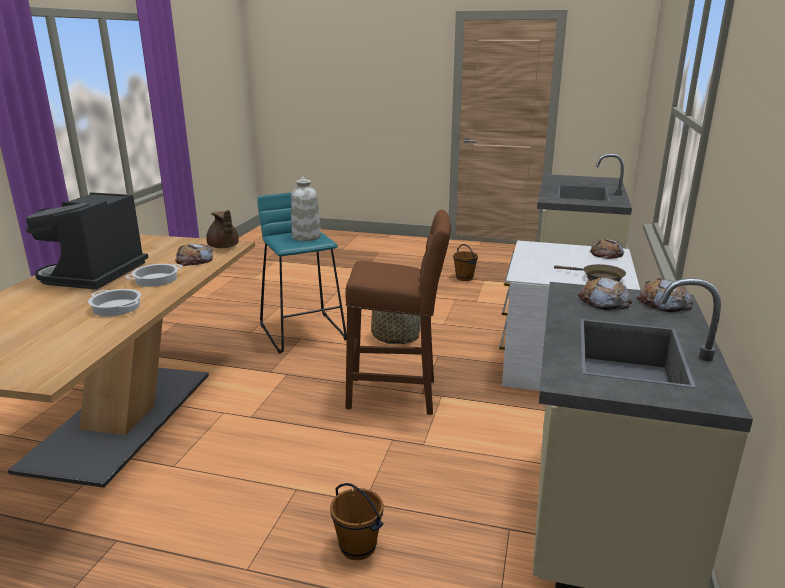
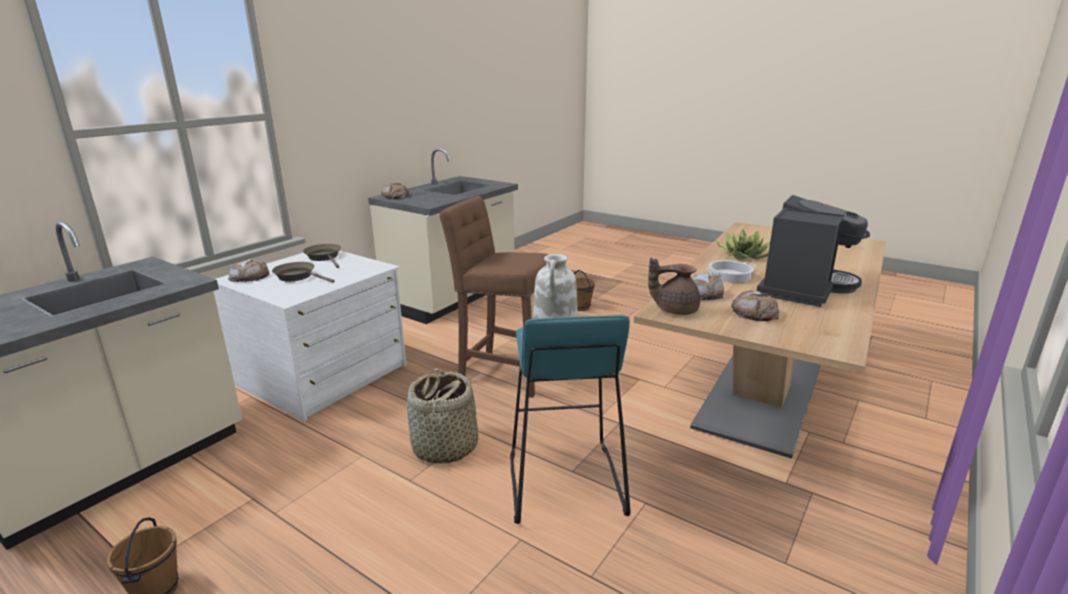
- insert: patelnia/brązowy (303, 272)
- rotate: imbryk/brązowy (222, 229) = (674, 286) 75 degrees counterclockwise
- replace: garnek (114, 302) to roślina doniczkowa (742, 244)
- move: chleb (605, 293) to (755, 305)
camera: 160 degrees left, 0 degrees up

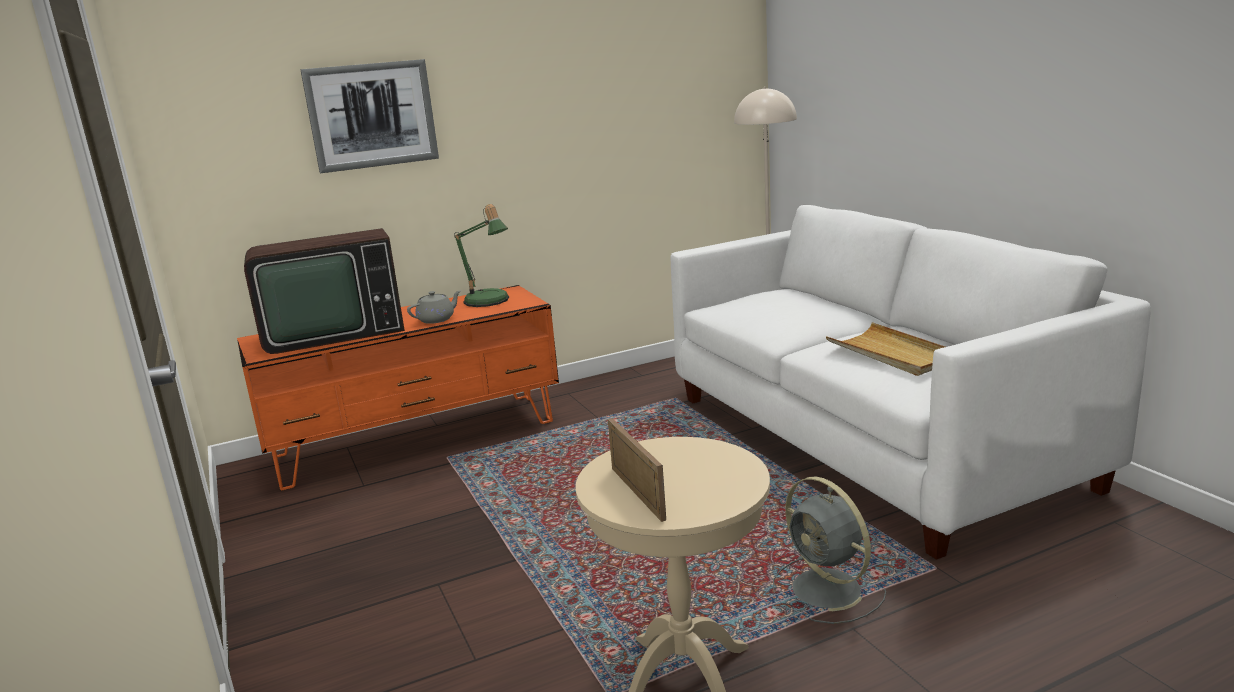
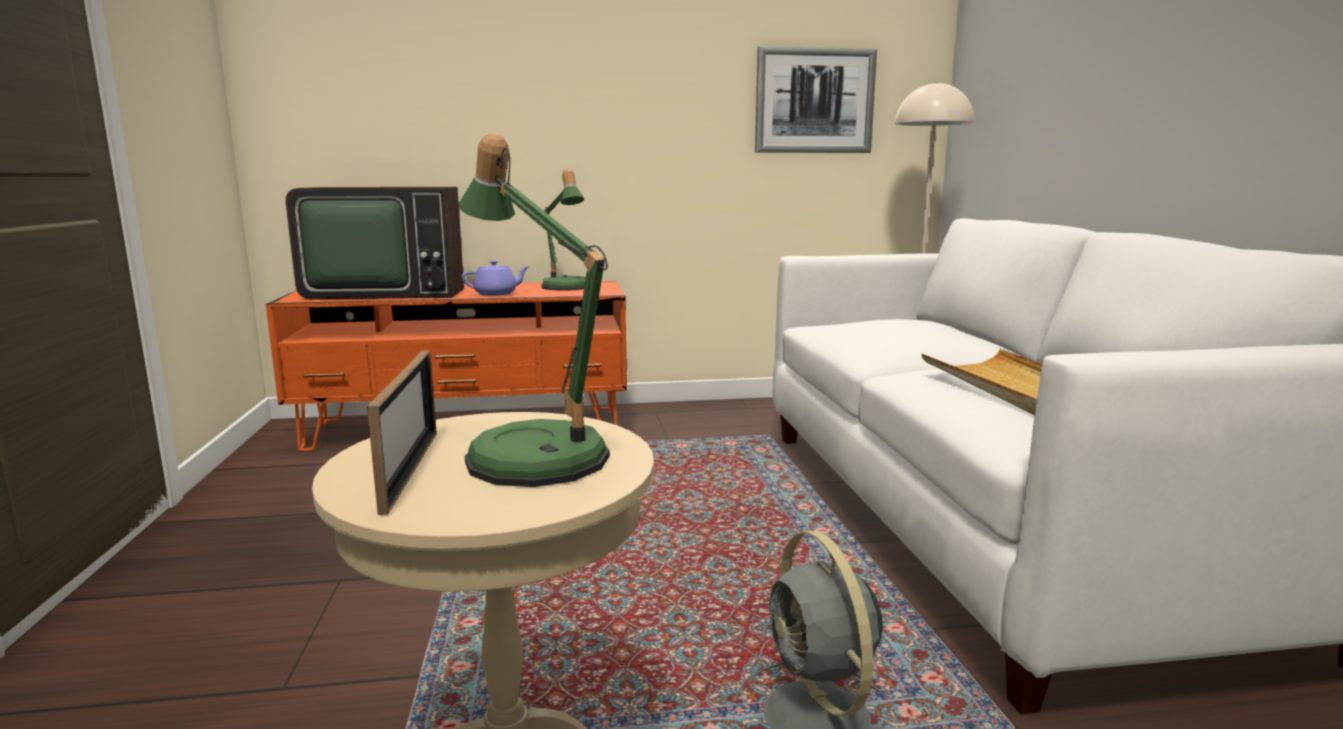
- insert: lampa stołowa (534, 310)
- recolor: imbryk/szary (434, 307) to imbryk/fioletowy (495, 278)
- move: obraz (369, 116) to (816, 99)
camera: 15 degrees right, 5 degrees down

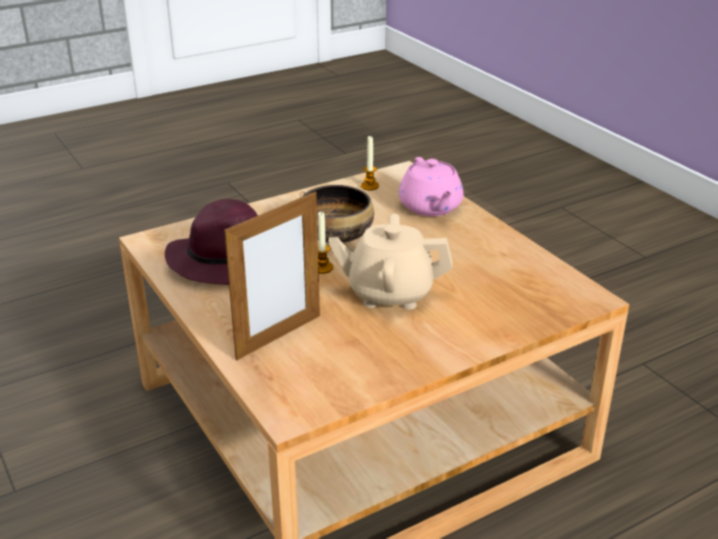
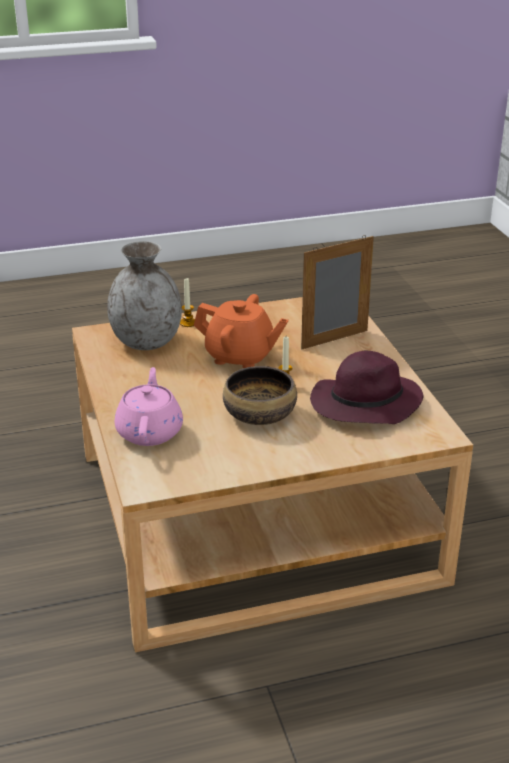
- insert: wazon/szary (144, 295)
- move: świeca (370, 163) to (187, 302)
- recolor: imbryk/beżowy (391, 261) to imbryk/pomarańczowy (241, 331)
camera: 165 degrees left, 0 degrees up

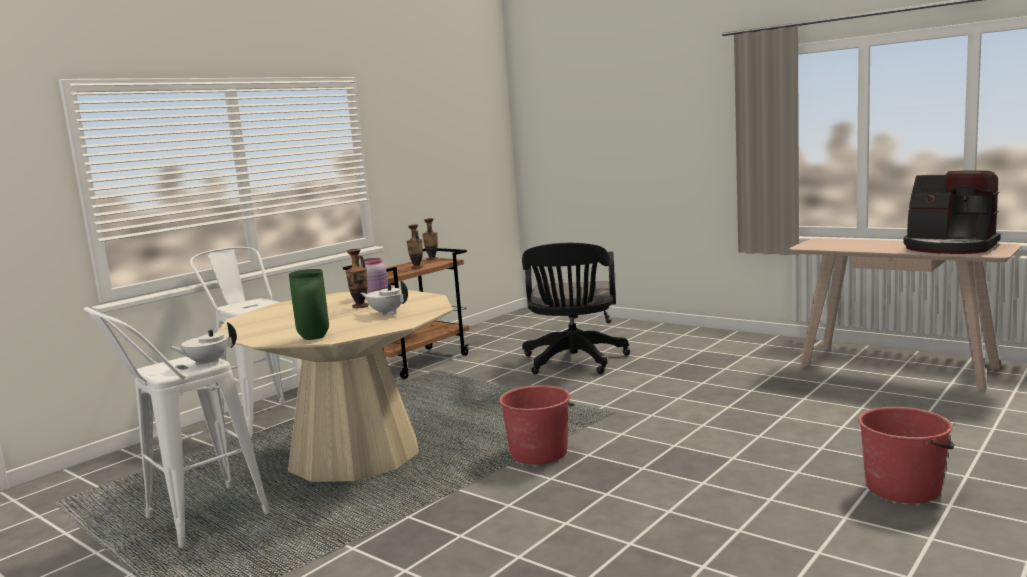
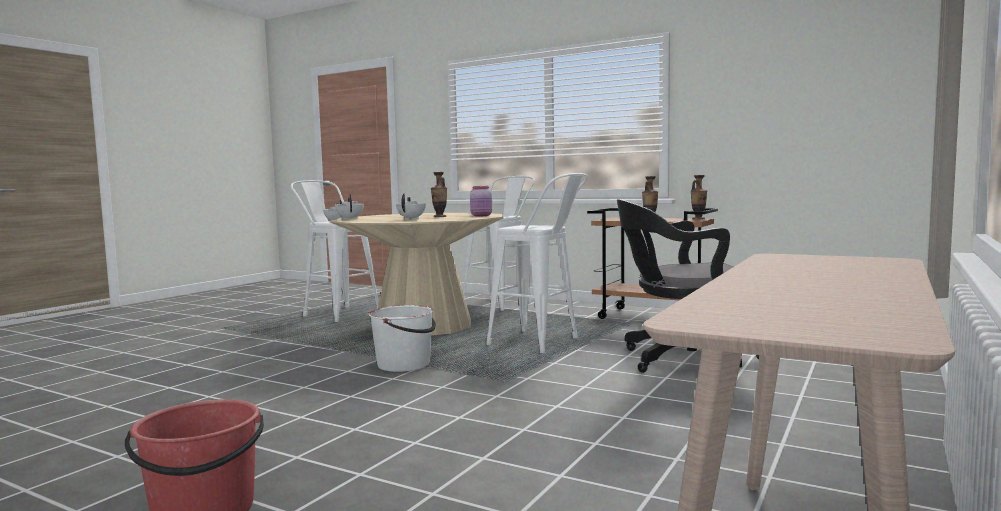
- replace: wazon/zielony (309, 304) to imbryk/biały (349, 206)
- recolor: wiadro/czerwony (536, 425) to wiadro/biały (402, 338)
- insert: stołek/biały (537, 263)
- delete: ekspres do kawy (952, 212)
camera: 80 degrees right, 5 degrees down

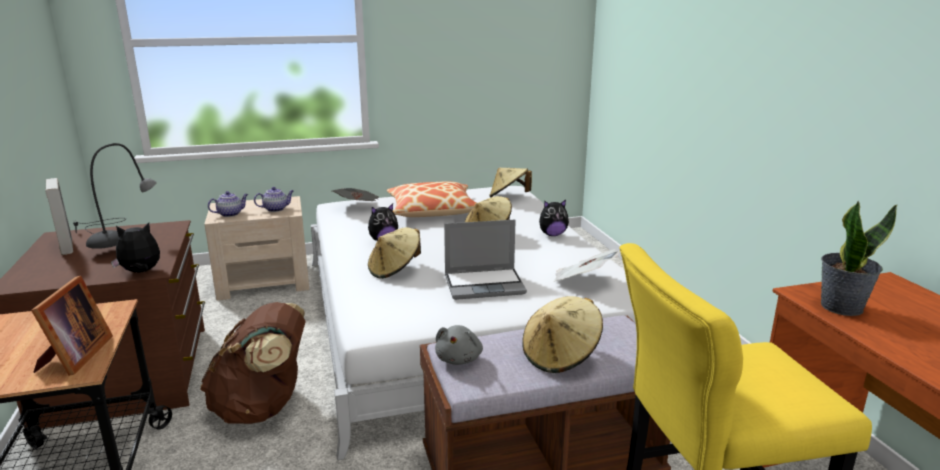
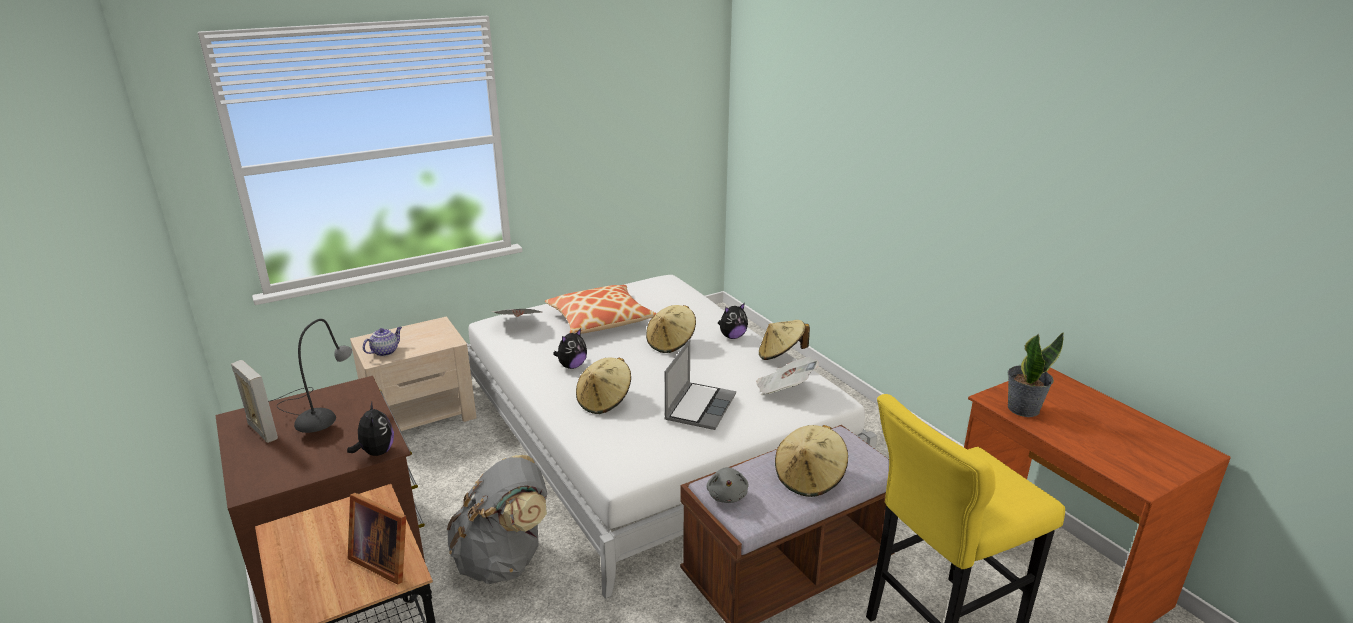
- rotate: pluszak (135, 248) = (370, 429) 105 degrees clockwise
- rotate: ramka na zdjęcie (72, 325) = (377, 538) 135 degrees clockwise
- recolor: plecak/brązowy (253, 363) to plecak/szary (497, 519)
- rotate: laptop (485, 260) = (700, 384) 45 degrees counterclockwise
- move: kapelusz/beżowy (510, 183) to (784, 340)
- delete: imbryk (274, 199)
camera: 15 degrees left, 5 degrees up

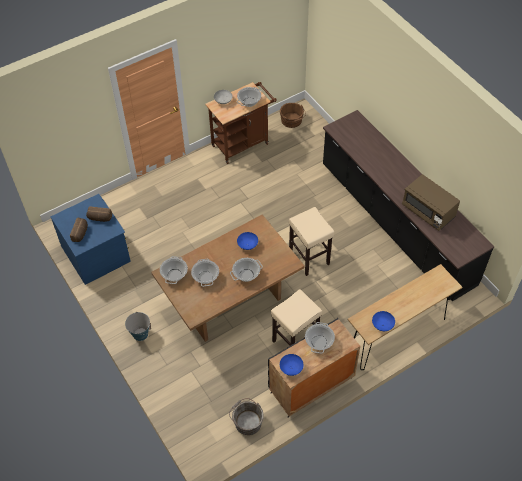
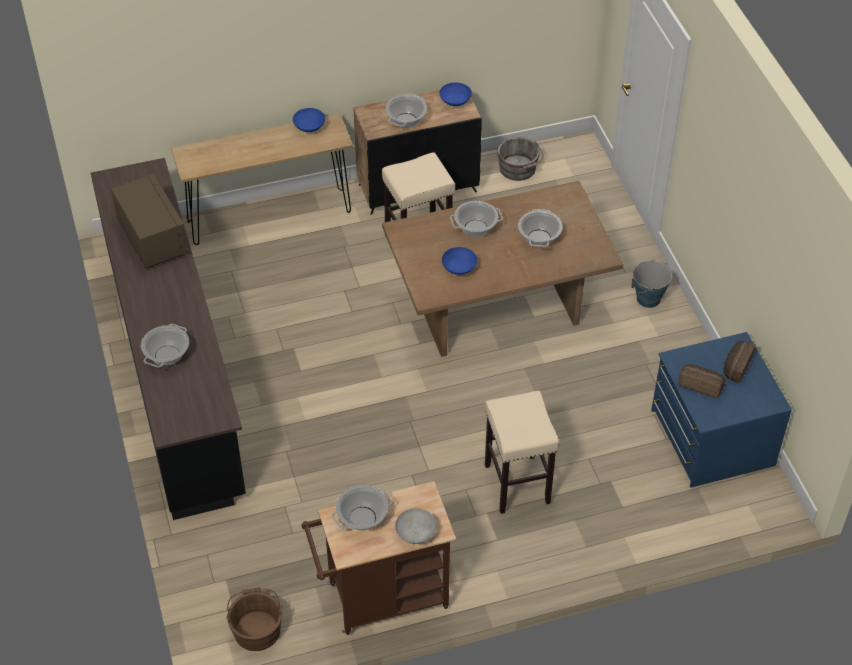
- move: garnek (174, 270) to (165, 346)
- move: stołek/beżowy (311, 241) to (522, 452)
camera: 165 degrees left, 5 degrees down

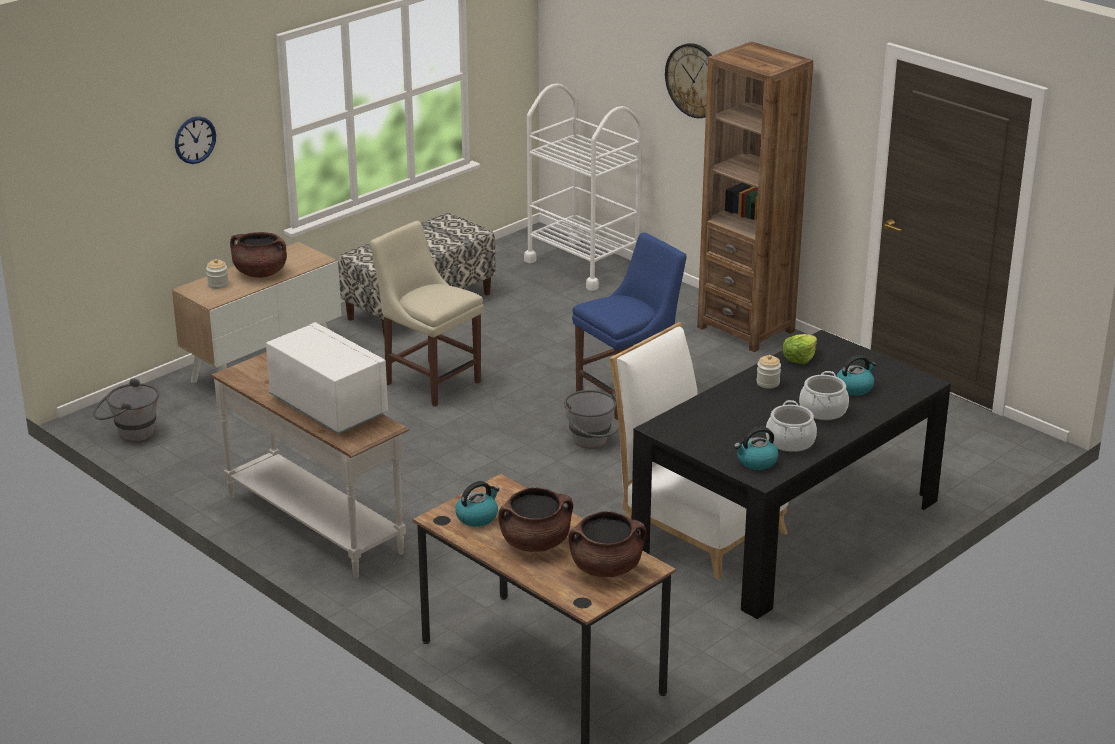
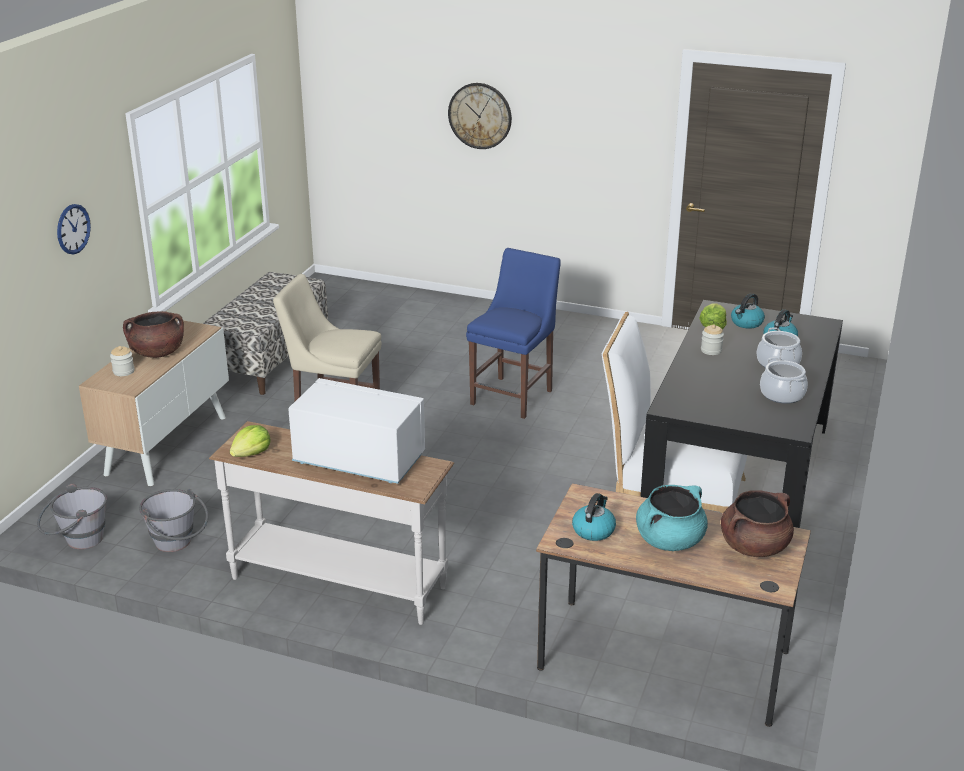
- move: wiadro/szary (591, 419) to (174, 520)
- insert: sałata (250, 441)
- recolor: garnek/brązowy (535, 519) to garnek/turkusowy (672, 518)
- move: czajnik (756, 448) to (748, 311)
- delete: wózek/biały (583, 187)
- delete: regał/brązowy (755, 196)
camera: 25 degrees left, 0 degrees up

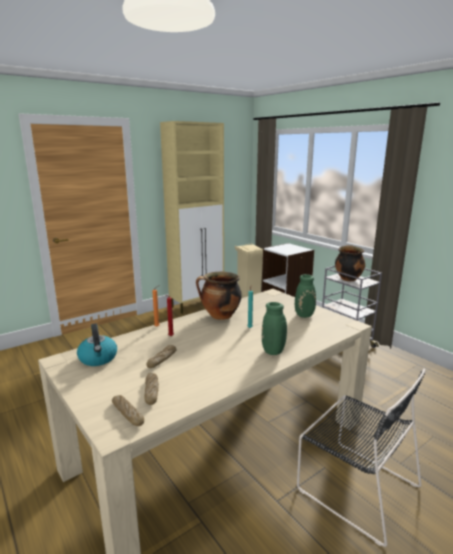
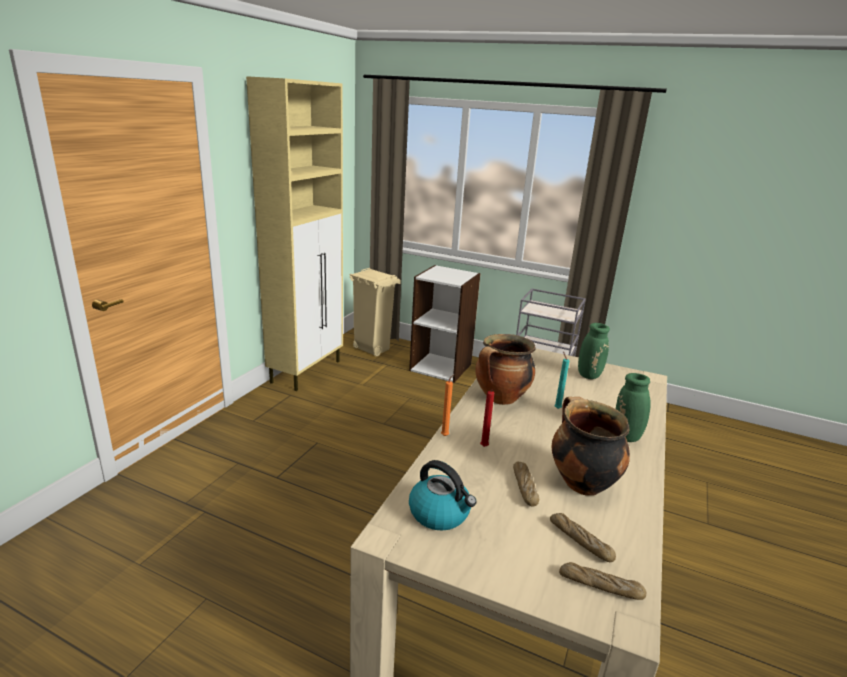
- move: garnek (350, 263) to (590, 446)
- delete: krzesło/czarny (361, 457)
camera: 30 degrees left, 5 degrees up

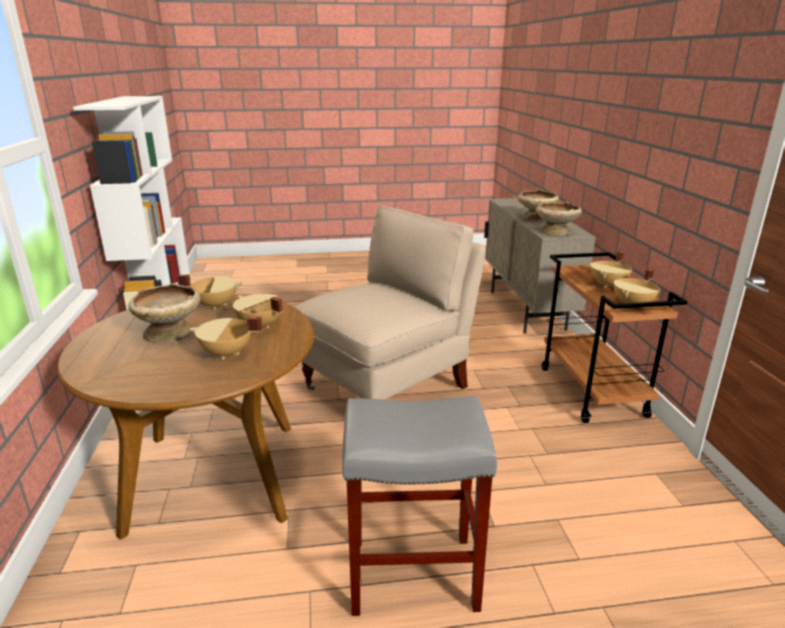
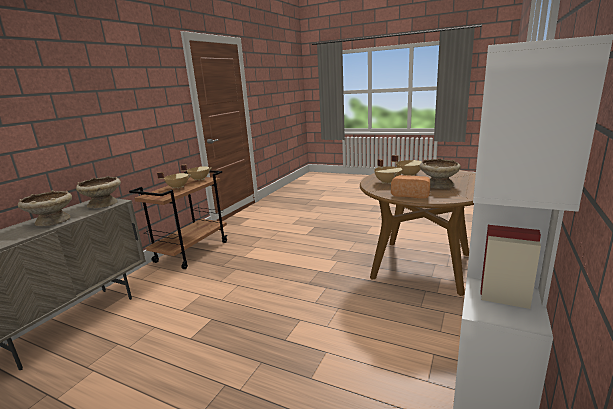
- replace: garnek/beżowy (209, 292) to chleb (410, 187)
- delete: krzesło/beżowy (390, 303)
- delete: stołek/szary (419, 506)
camera: 145 degrees left, 5 degrees down

